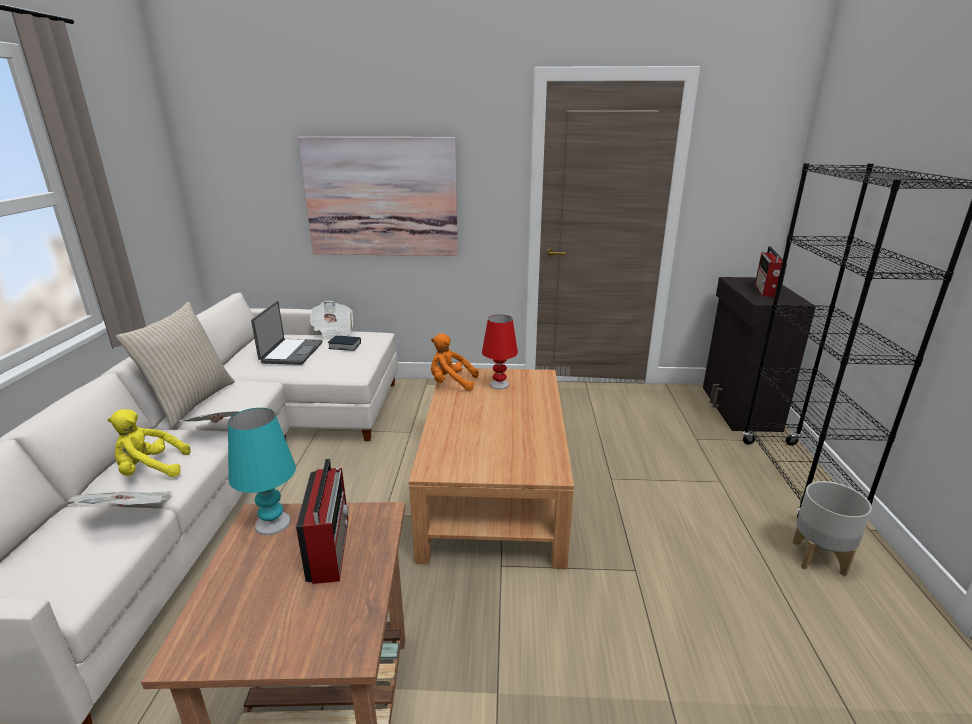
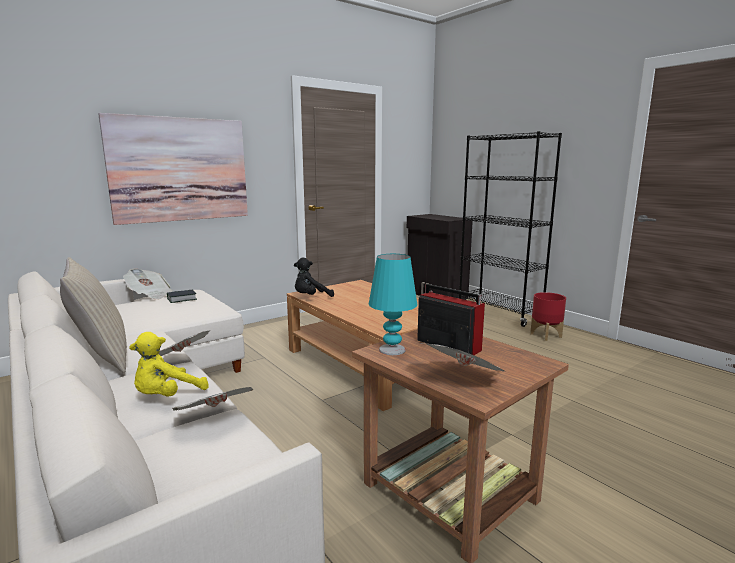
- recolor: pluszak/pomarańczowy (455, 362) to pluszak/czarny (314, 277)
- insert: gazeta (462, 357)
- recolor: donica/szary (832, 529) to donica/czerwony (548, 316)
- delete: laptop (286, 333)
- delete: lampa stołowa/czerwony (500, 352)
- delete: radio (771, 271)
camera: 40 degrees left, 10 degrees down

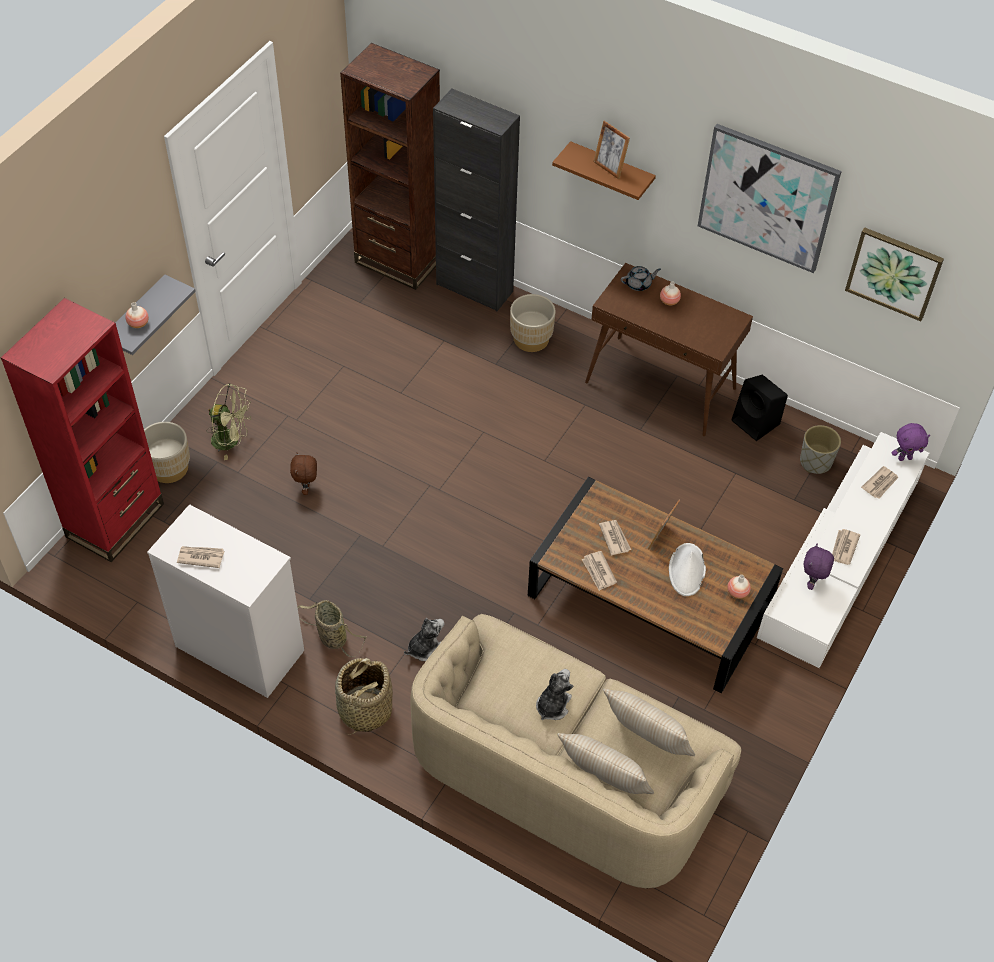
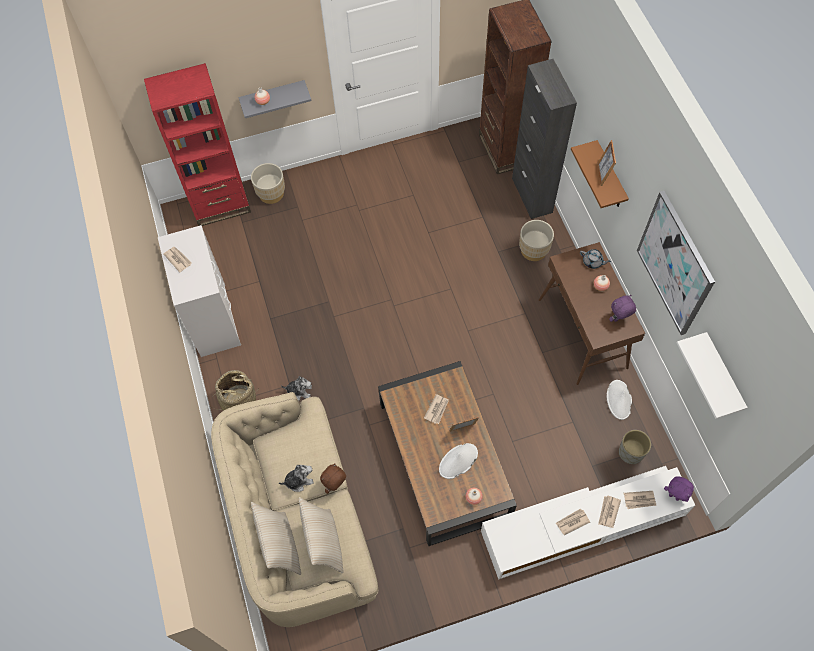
- move: pluszak/brązowy (303, 473) to (333, 478)
- move: gazeta (599, 571) to (609, 511)
- replace: głośnik/czarny (759, 408) to kapelusz/biały (619, 400)
- move: pluszak/fioletowy (819, 566) to (622, 308)
- replace: obraz (894, 274) to półka/biały (712, 375)
- delete: wentylator/zielony (229, 421)
- delete: koszyk (332, 628)
camera: 45 degrees right, 10 degrees up

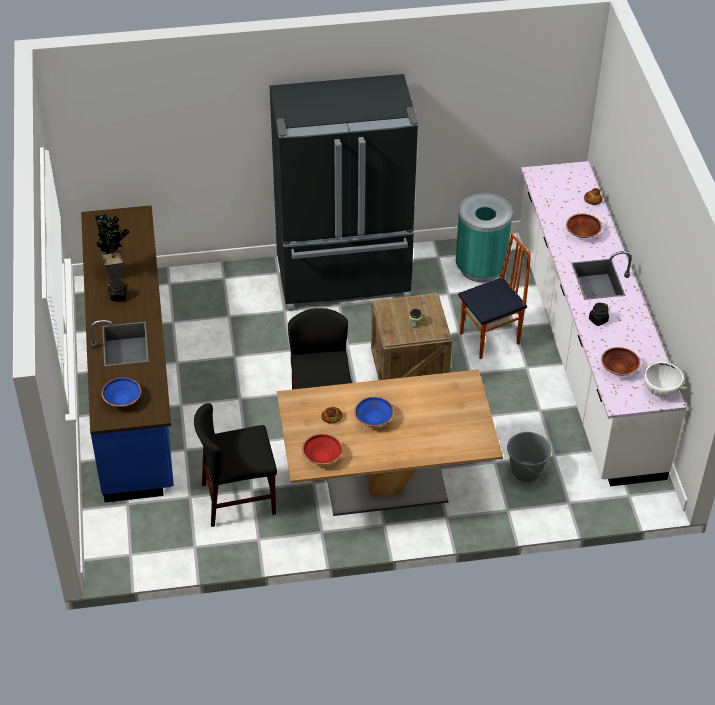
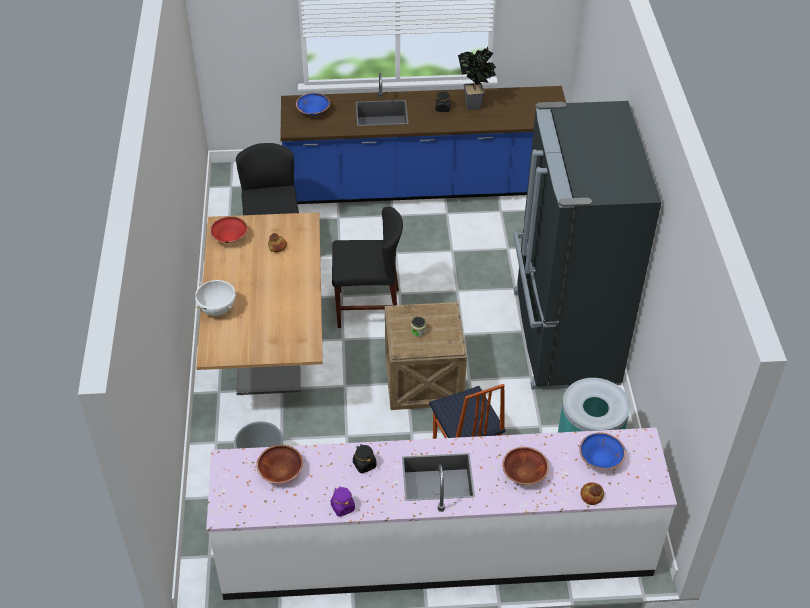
- move: garnek/biały (664, 379) to (215, 298)
- insert: słoik/fioletowy (343, 501)
- move: miska/niebieski (374, 411) to (603, 451)
camera: 95 degrees right, 0 degrees up

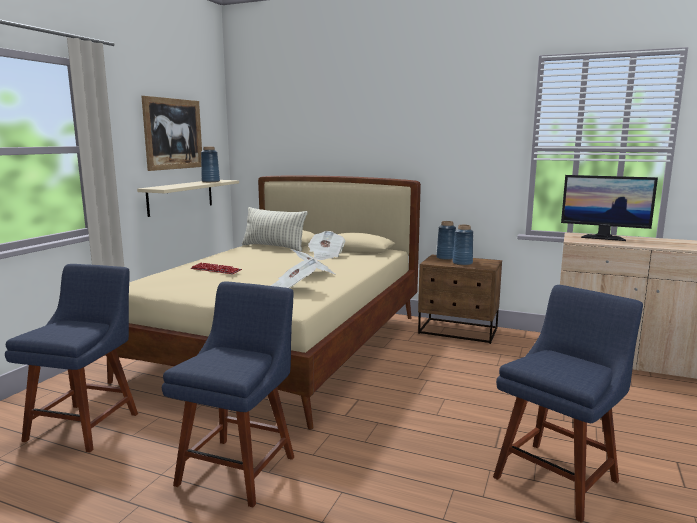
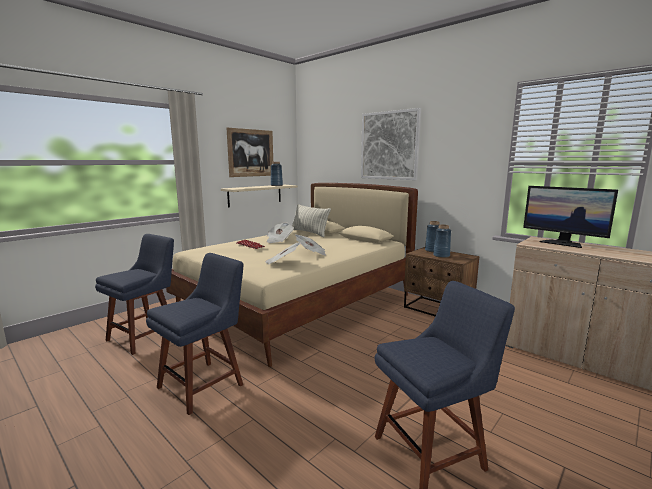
- move: gazeta (326, 245) to (280, 232)
- insert: obraz (391, 144)
camera: 20 degrees right, 0 degrees up

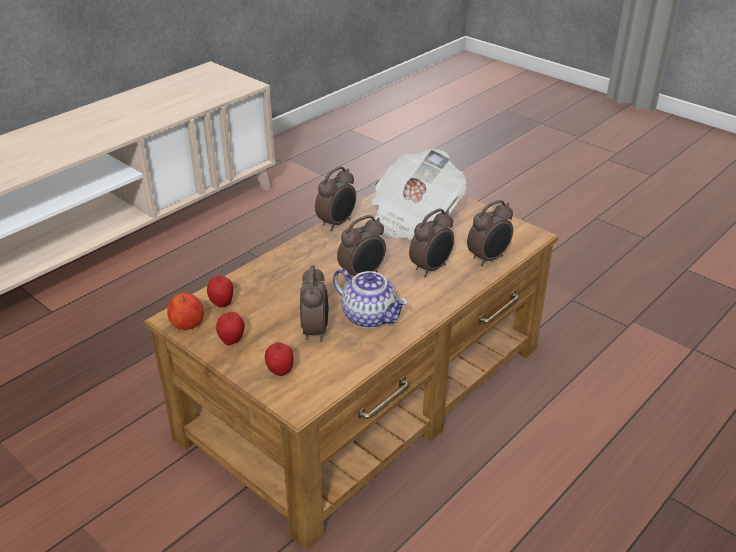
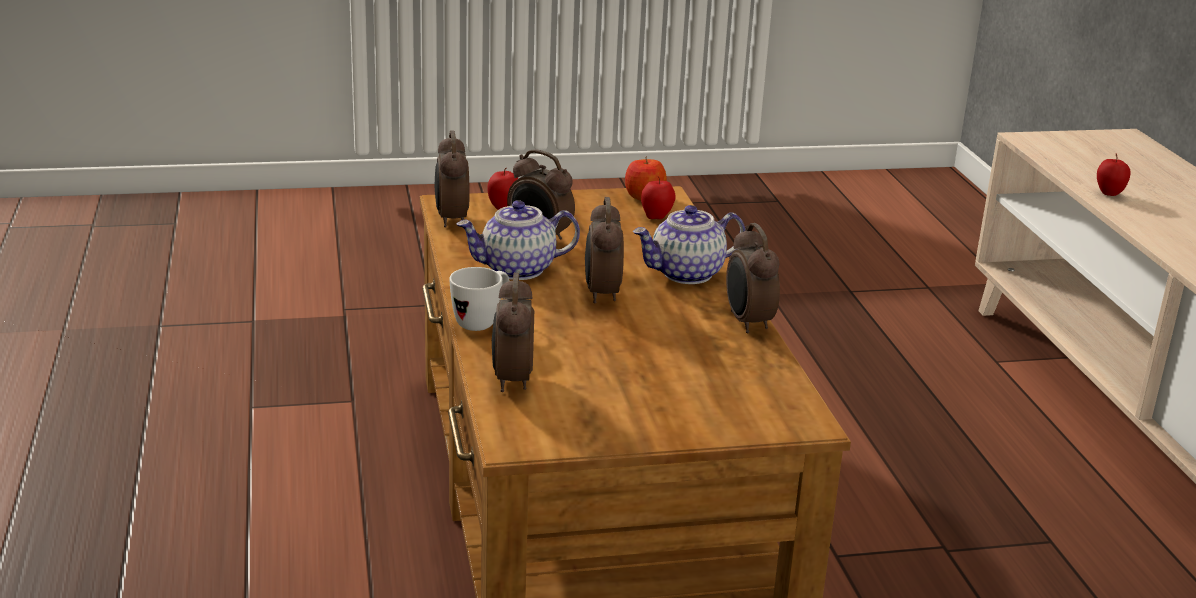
- move: budzik (431, 242) to (452, 179)
- insert: kubek/biały (479, 299)
- insert: imbryk (689, 244)
- move: jabłko (230, 329) to (1114, 175)
- delete: gazeta (418, 194)
camera: 125 degrees right, 10 degrees down

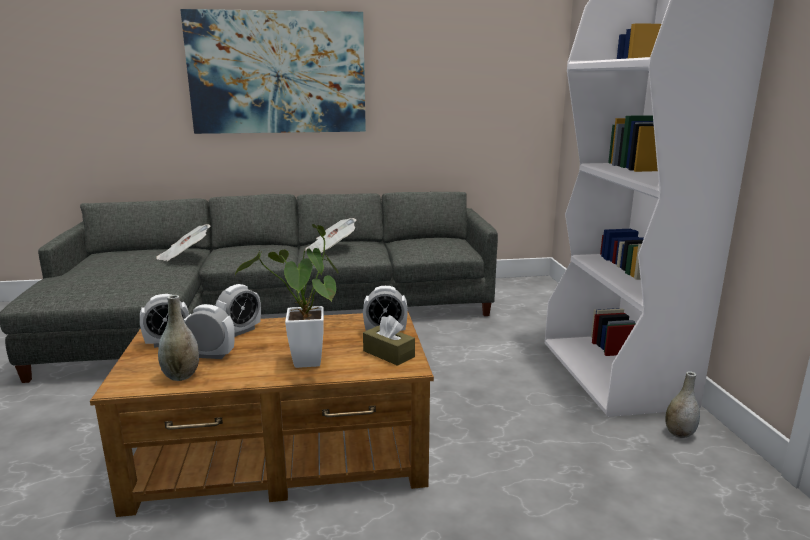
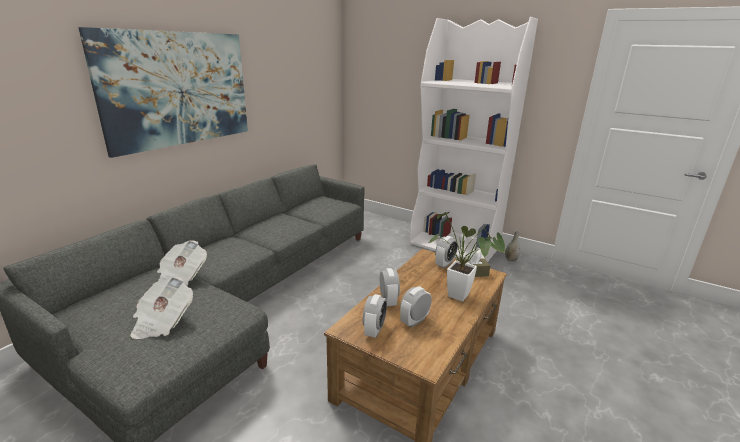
- move: gazeta (331, 235) to (162, 308)
- delete: wazon/szary (178, 338)
camera: 50 degrees left, 5 degrees up

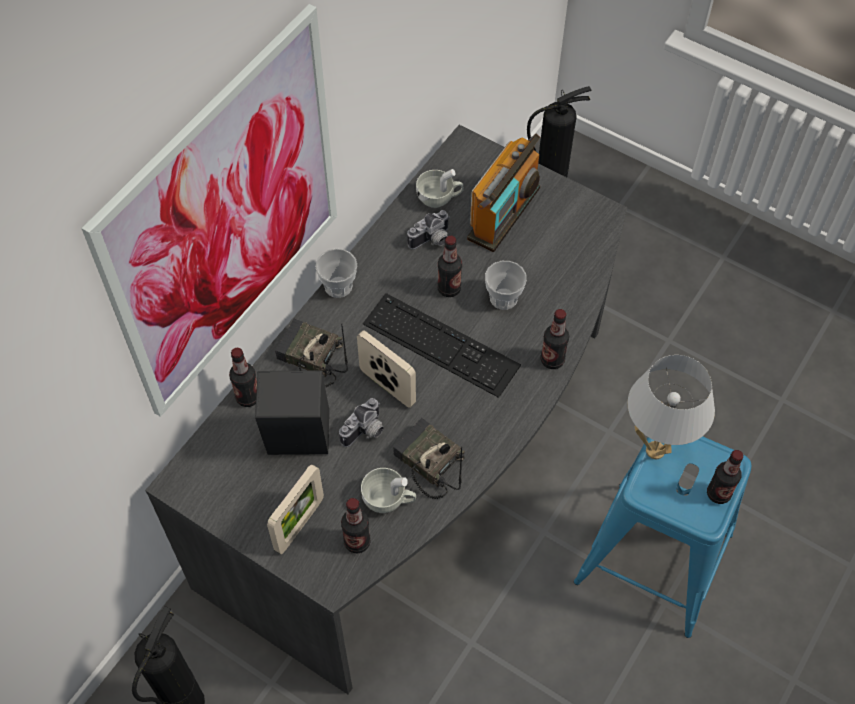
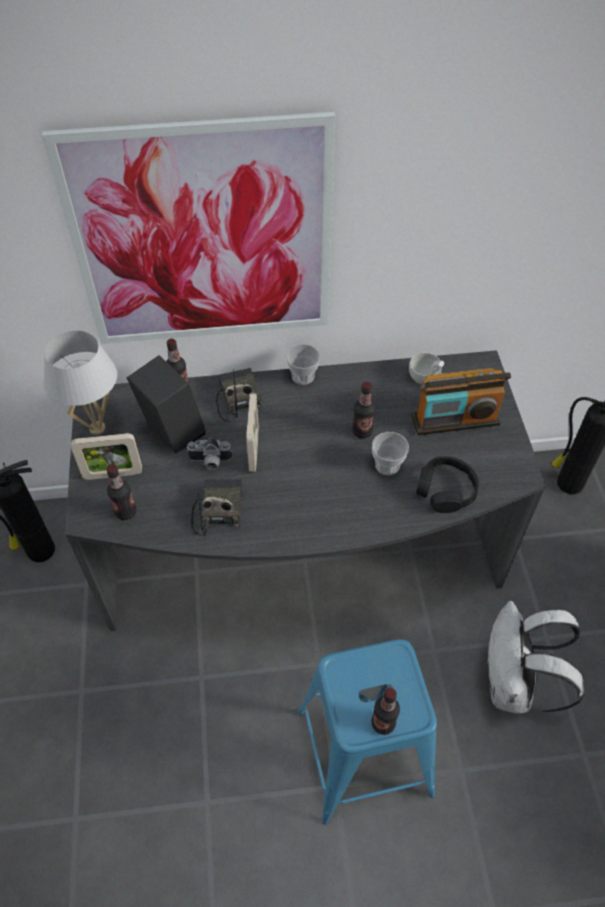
- move: lampa stołowa/biały (671, 407) to (80, 382)
- insert: słuchawki/czarny (447, 484)
- insert: plecak/biały (535, 657)
- delete: filiżanka/biały (388, 490)
- delete: klawiatura (442, 345)
- delete: aparat fotograficzny (428, 229)
- delete: butelka (554, 339)
camera: 50 degrees right, 5 degrees down

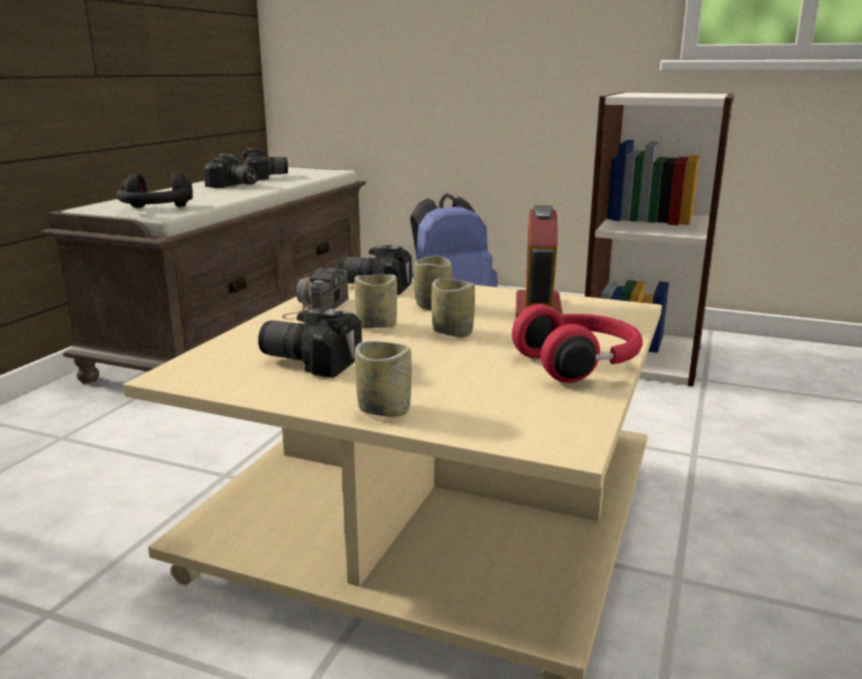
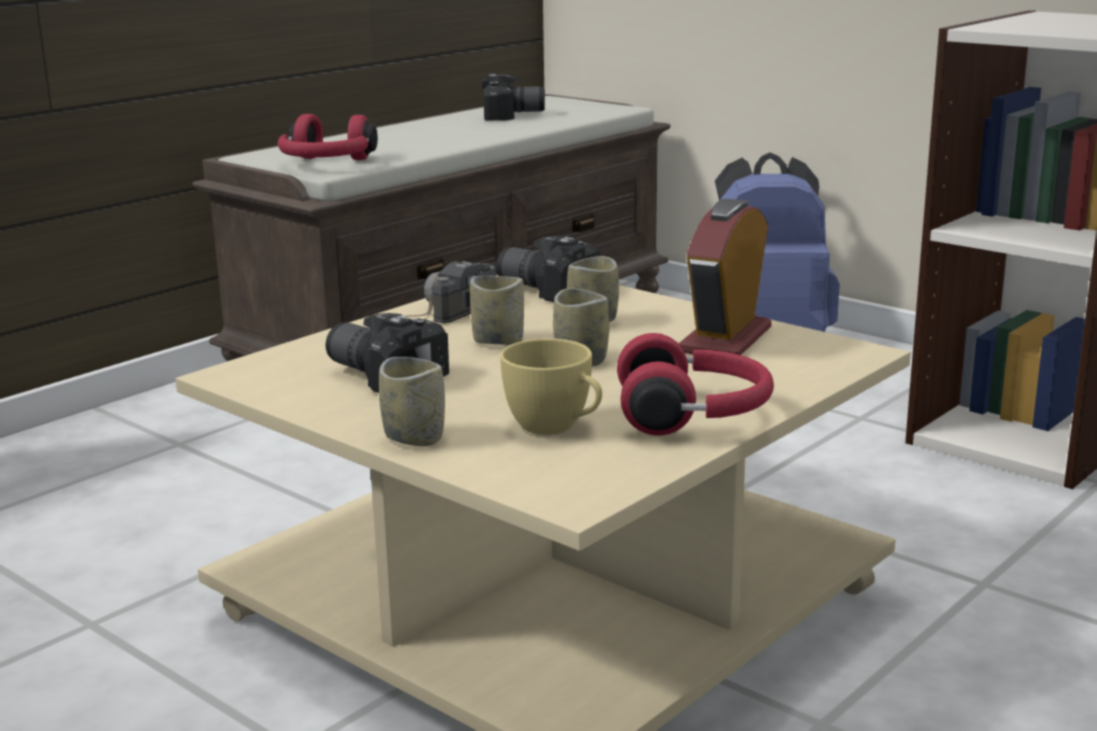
- recolor: słuchawki/czarny (154, 190) to słuchawki/czerwony (328, 137)
- insert: filiżanka/żółty (551, 386)
- delete: aparat fotograficzny (231, 171)
camera: 20 degrees right, 0 degrees up

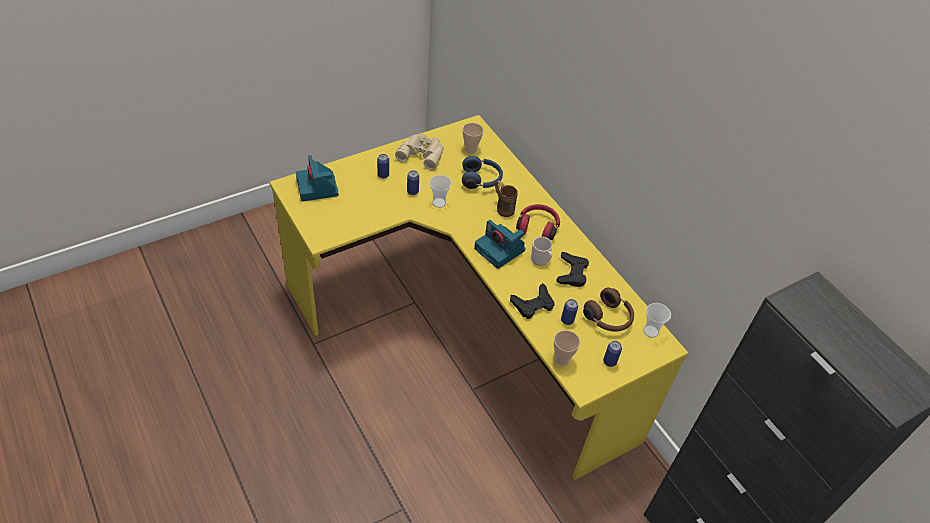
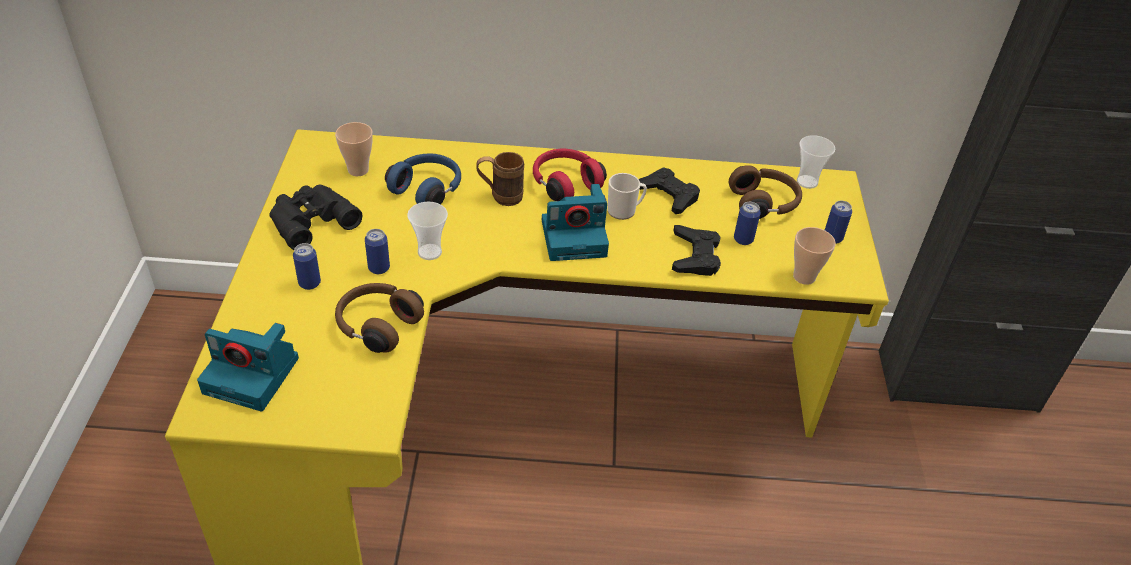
- recolor: lornetka/beżowy (419, 152) to lornetka/czarny (316, 217)
- insert: słuchawki/brązowy (379, 318)
camera: 55 degrees left, 5 degrees down

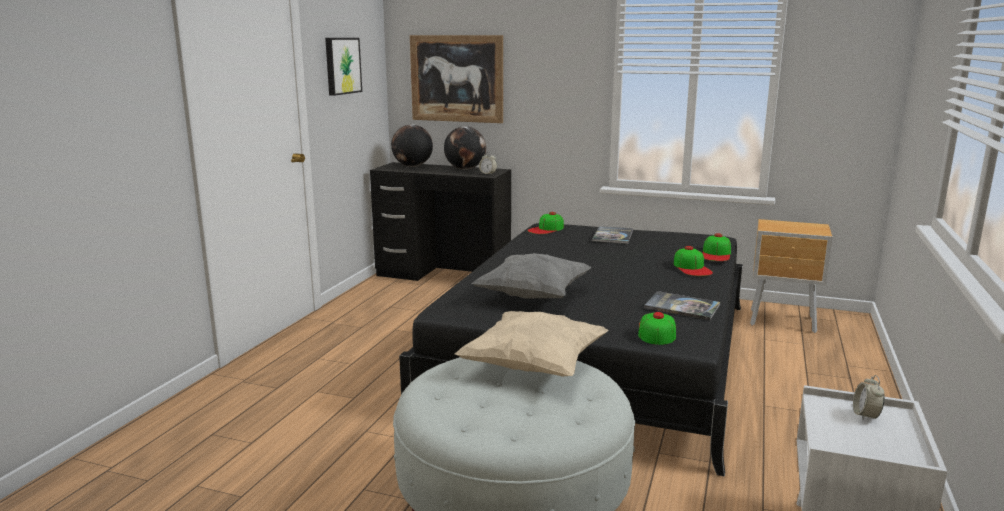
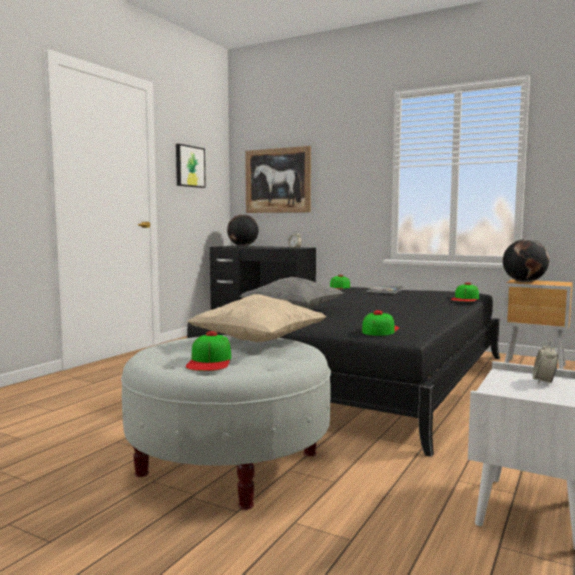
- move: czapka z daszkiem (693, 261) to (209, 351)
- move: globus (465, 148) to (526, 260)
- delete: książka (682, 305)
camera: 10 degrees right, 10 degrees down

